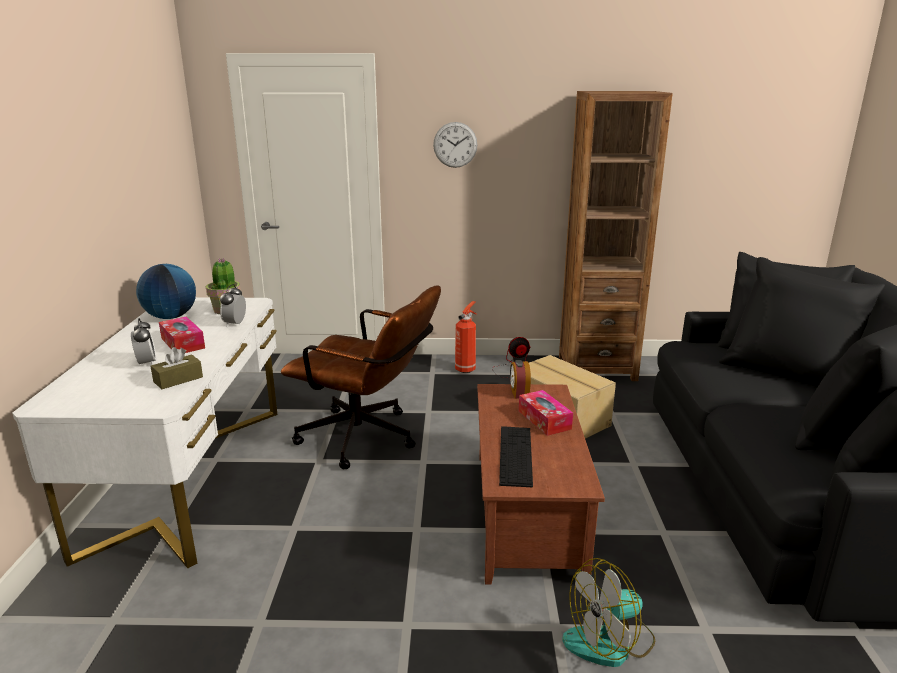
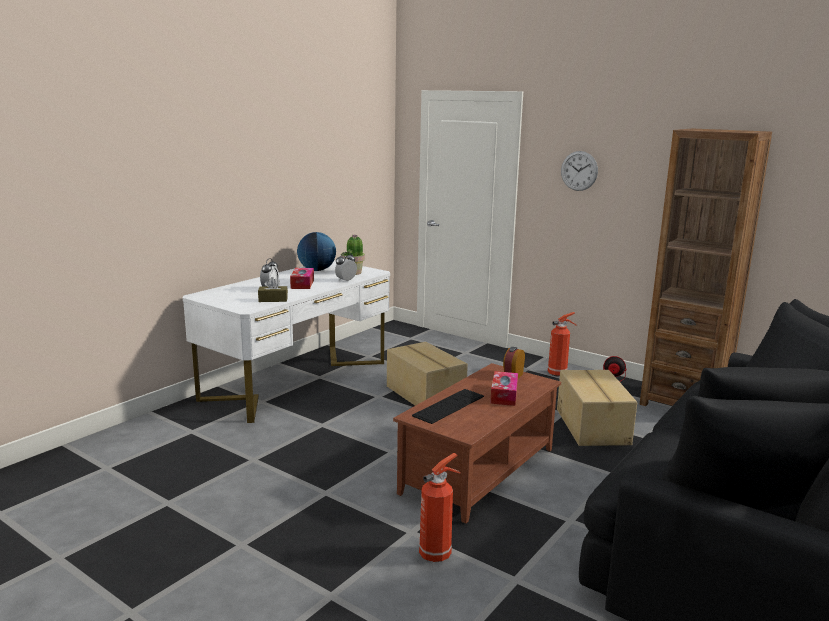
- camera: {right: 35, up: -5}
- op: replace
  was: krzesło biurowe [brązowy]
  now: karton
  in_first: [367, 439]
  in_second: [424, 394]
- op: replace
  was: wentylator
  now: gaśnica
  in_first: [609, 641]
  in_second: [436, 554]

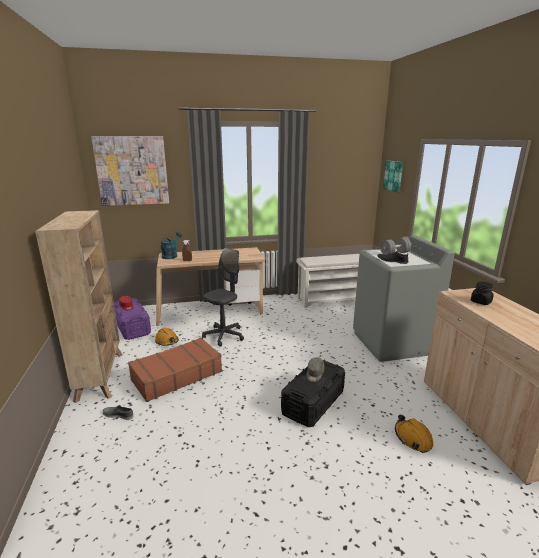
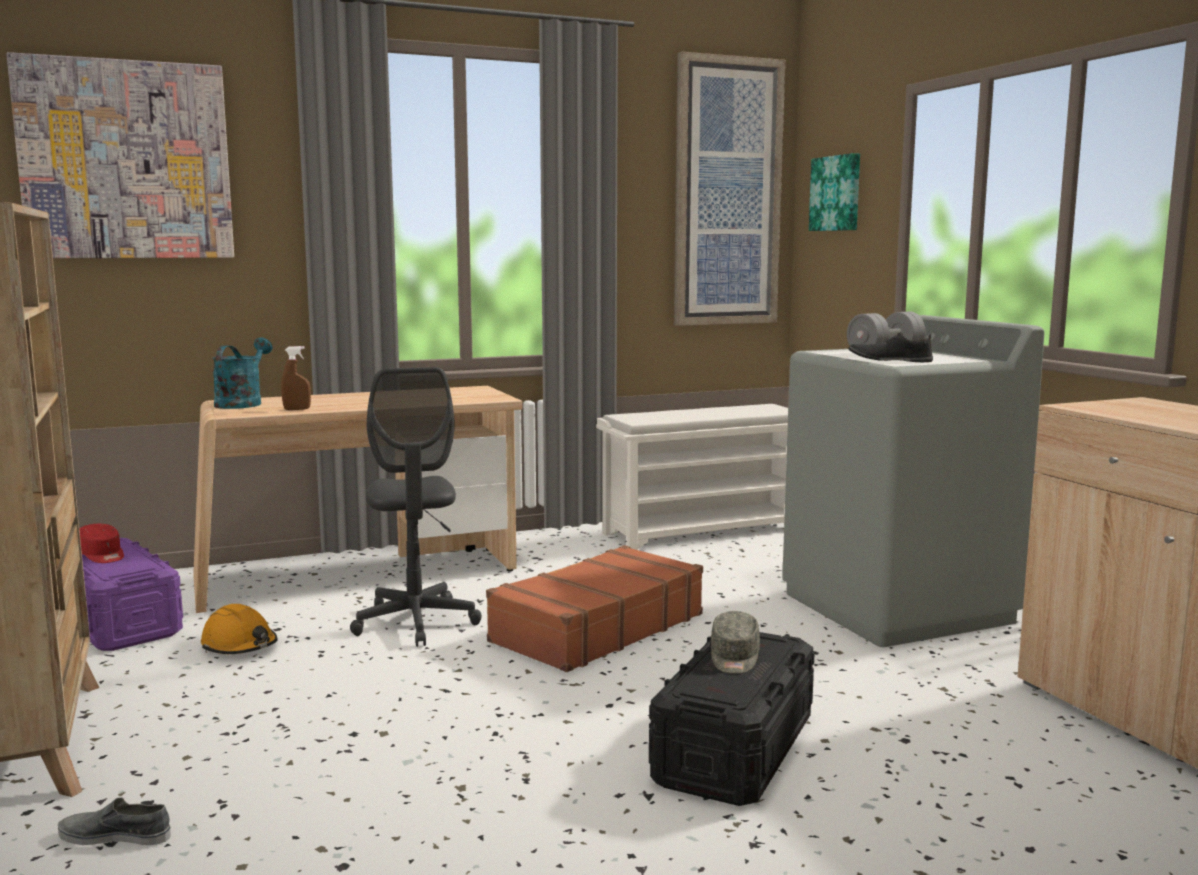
- camera: {right: -10, up: -10}
- op: delete
  was: kask [pomarańczowy]
  in_first: [413, 438]
- op: delete
  was: słoik [czarny]
  in_first: [481, 302]
- op: insert
  now: obraz
  in_second: [727, 193]
- op: move
  was: walizka [brązowy]
  in_first: [176, 375]
  in_second: [596, 628]
- op: rotate
  was: krzesło biurowe [szary]
  in_first: [224, 336]
  in_second: [416, 623]
  clockwise: 135

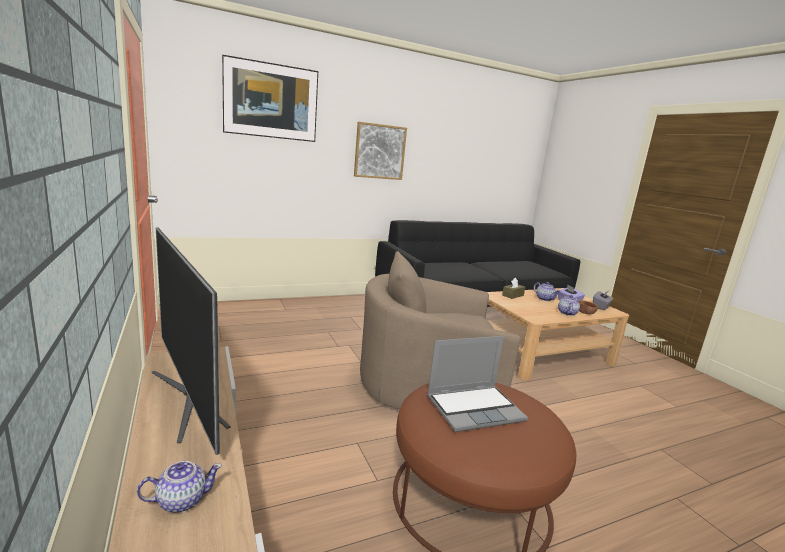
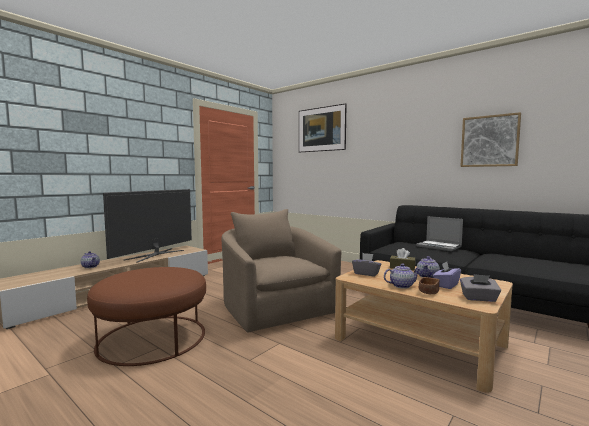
- camera: {right: 65, up: -10}
- op: insert
  now: pudełko chusteczek [szary]
  in_second: [366, 273]
- op: move
  was: obraz
  in_first: [379, 151]
  in_second: [489, 141]
- op: move
  was: laptop
  in_first: [475, 408]
  in_second: [439, 246]

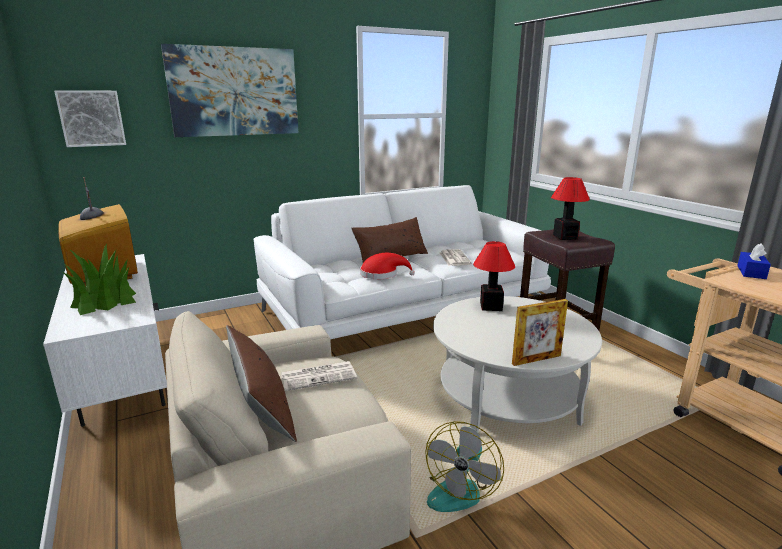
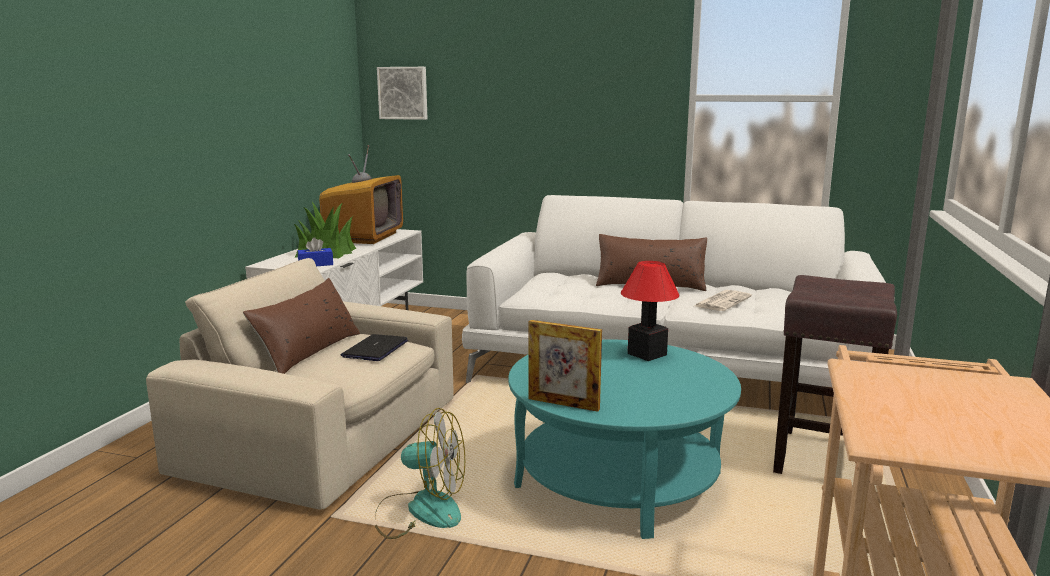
- camera: {right: 45, up: -5}
- op: delete
  was: obraz
  in_first: [234, 92]
- op: delete
  was: kapelusz [czerwony]
  in_first: [382, 274]
- op: delete
  was: lampa stołowa
  in_first: [564, 237]
- op: move
  was: pudełko chusteczek [niebieski]
  in_first: [751, 272]
  in_second: [315, 264]
- op: replace
  was: gazeta
  now: laptop
  in_first: [319, 376]
  in_second: [375, 349]
- op: recolor
  was: ława [biały]
  now: ława [turkusowy]
  in_first: [508, 396]
  in_second: [619, 479]
- op: rotate
  was: wentylator
  in_first: [458, 488]
  in_second: [420, 511]
  clockwise: -150

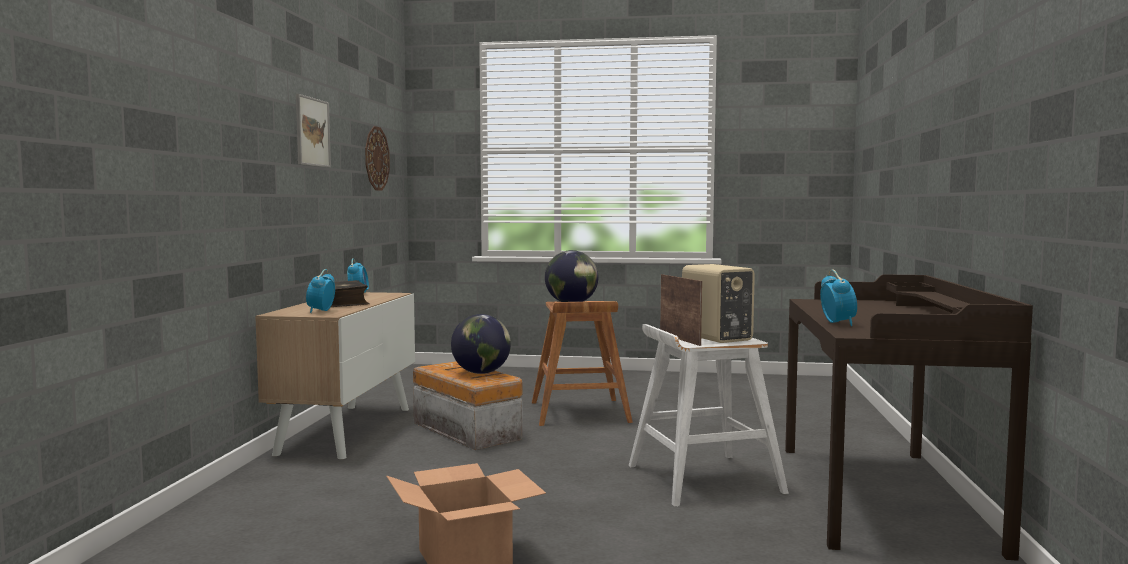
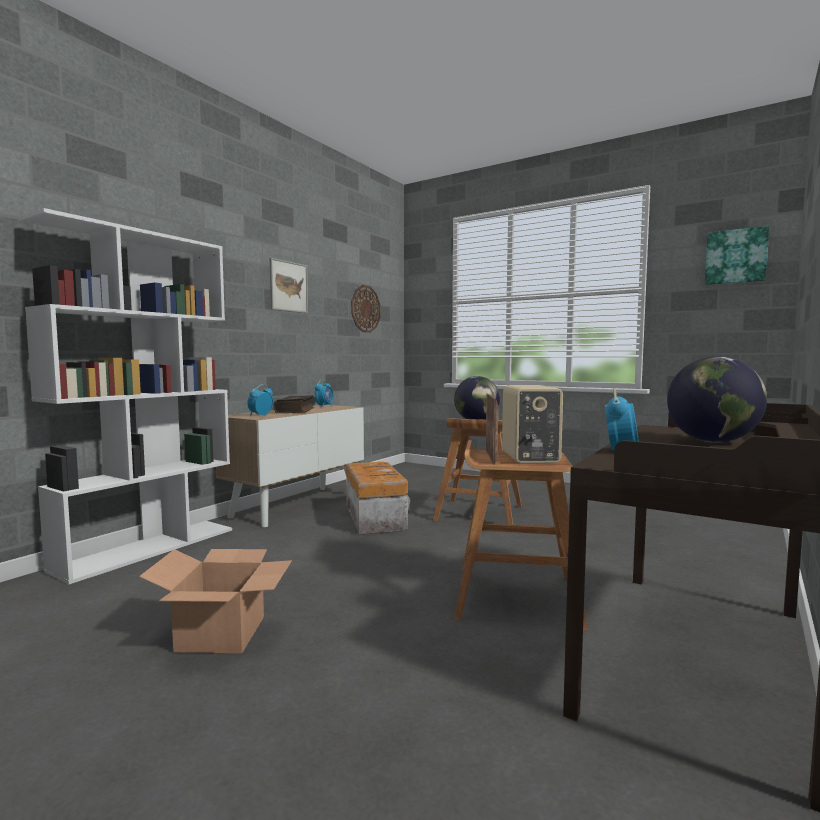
- camera: {right: 25, up: 0}
- op: insert
  now: regał [biały]
  in_second: [148, 548]
- op: insert
  now: obraz
  in_second: [736, 256]
- op: move
  was: globus
  in_first: [481, 373]
  in_second: [713, 442]
- op: recolor
  was: stołek [biały]
  now: stołek [brązowy]
  in_first: [702, 479]
  in_second: [514, 595]

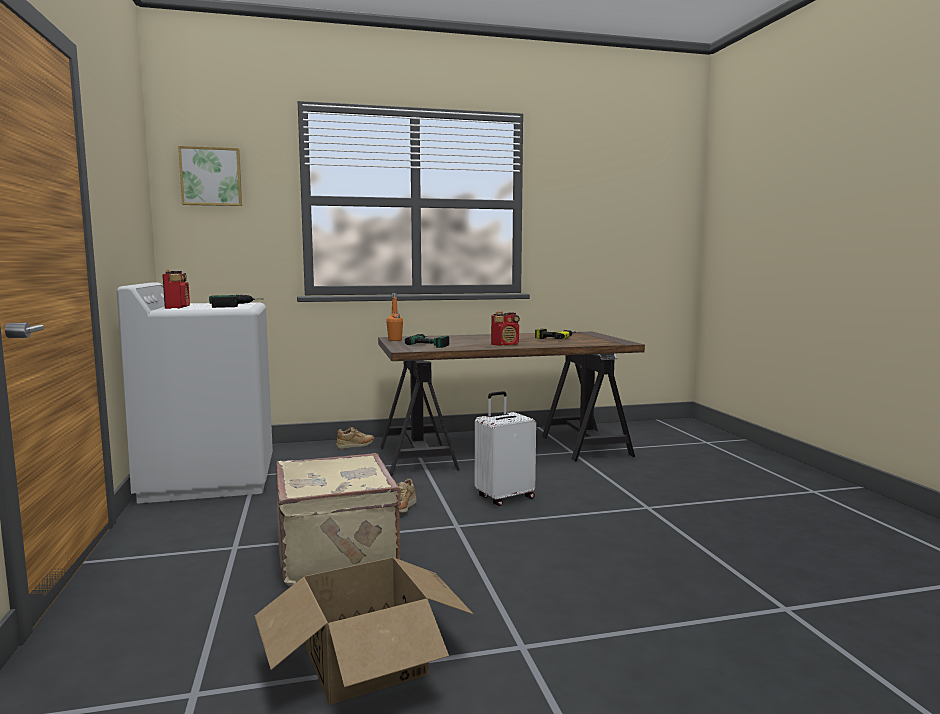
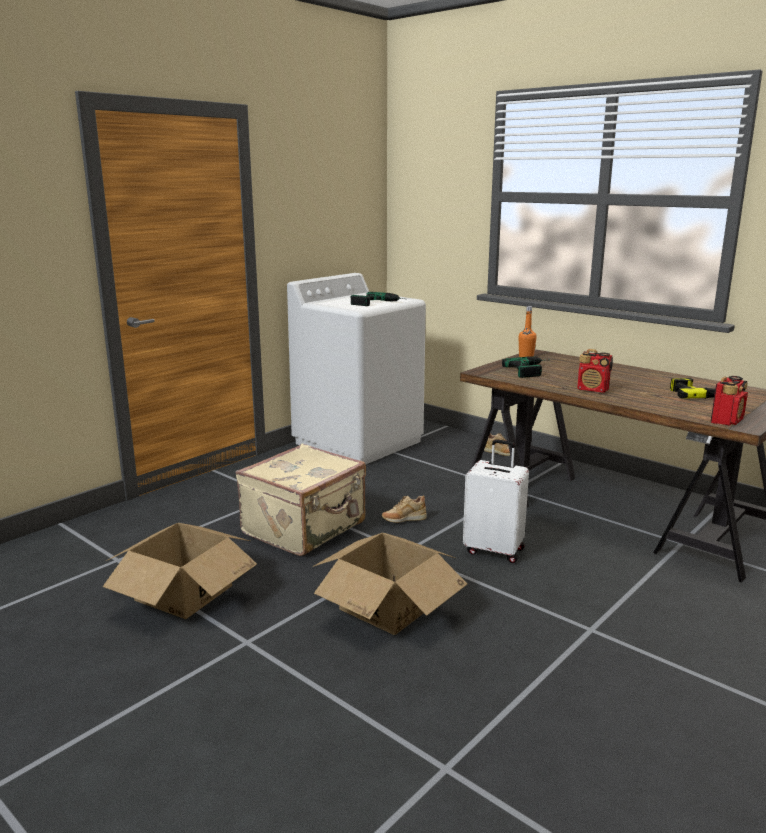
- camera: {right: 55, up: 10}
- op: delete
  was: obraz
  in_first: [211, 177]
- op: insert
  now: karton
  in_second: [388, 606]
- op: move
  was: radio
  in_first: [177, 307]
  in_second: [727, 421]

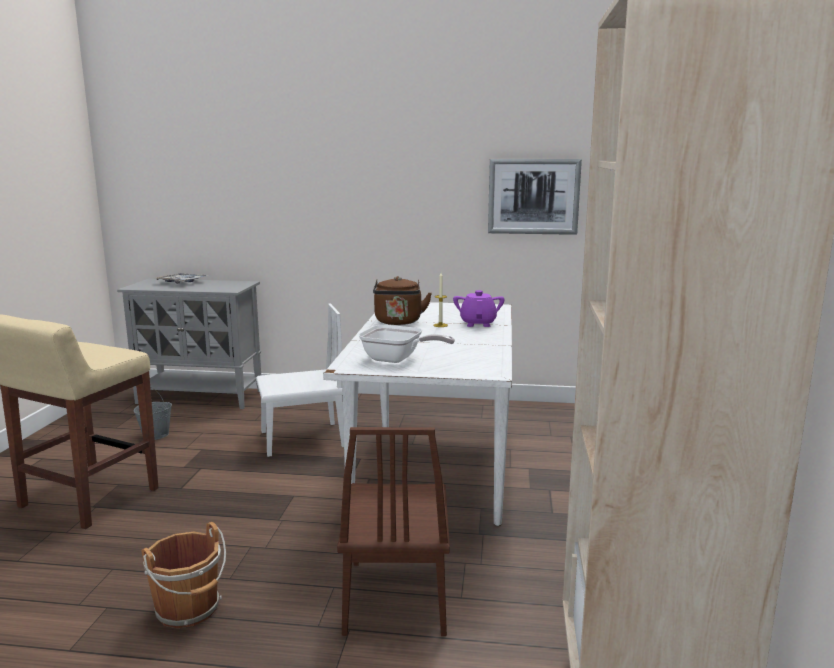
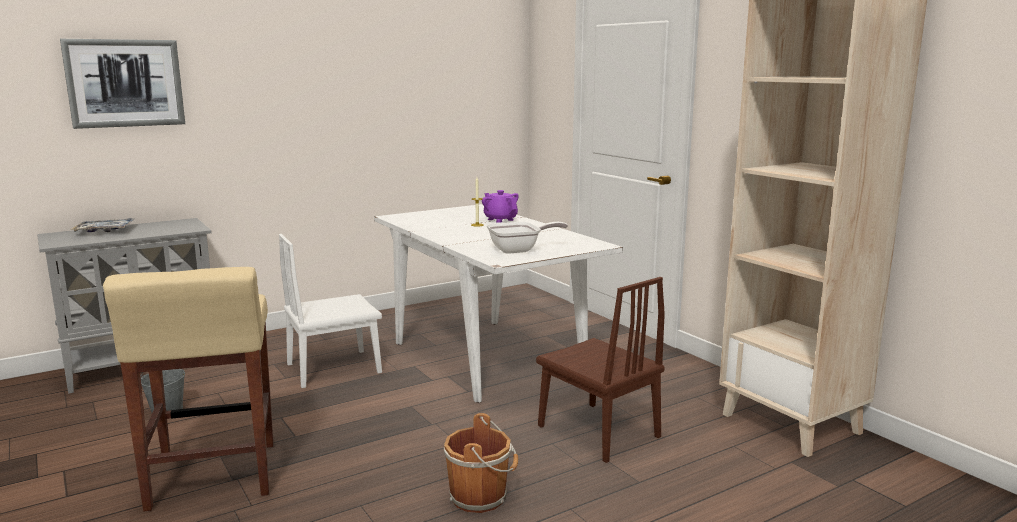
- camera: {right: -40, up: 0}
- op: delete
  was: czajnik [brązowy]
  in_first: [398, 322]
- op: move
  was: obraz
  in_first: [533, 196]
  in_second: [125, 83]
- op: rotate
  was: krzesło [biały]
  in_first: [302, 439]
  in_second: [334, 368]
  clockwise: -150

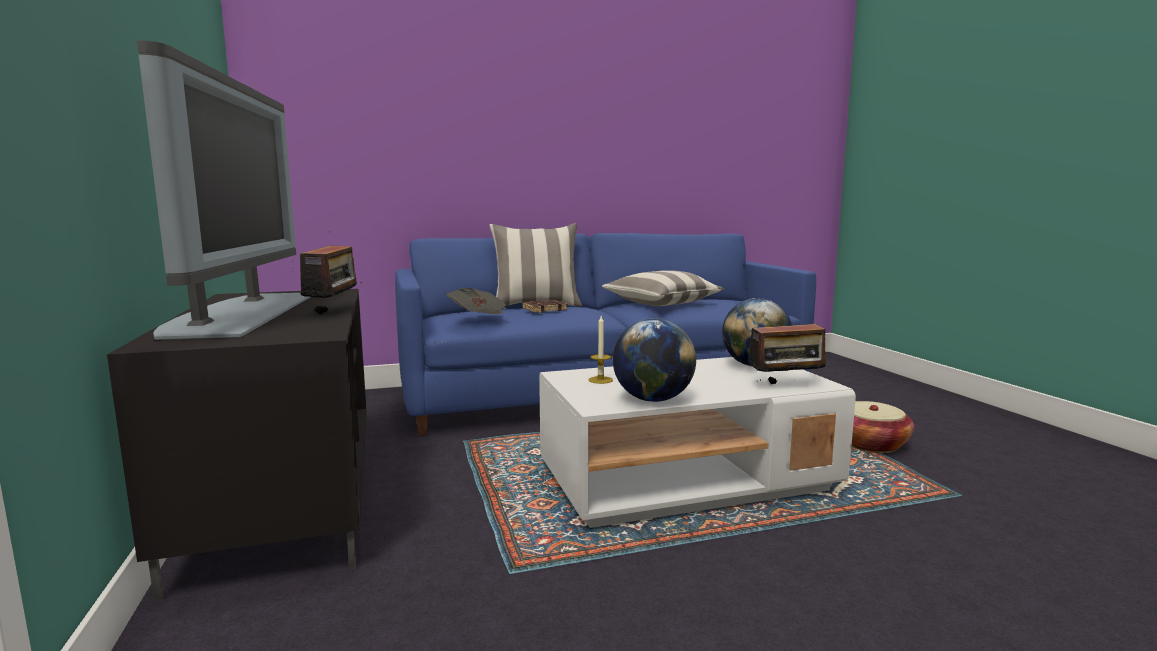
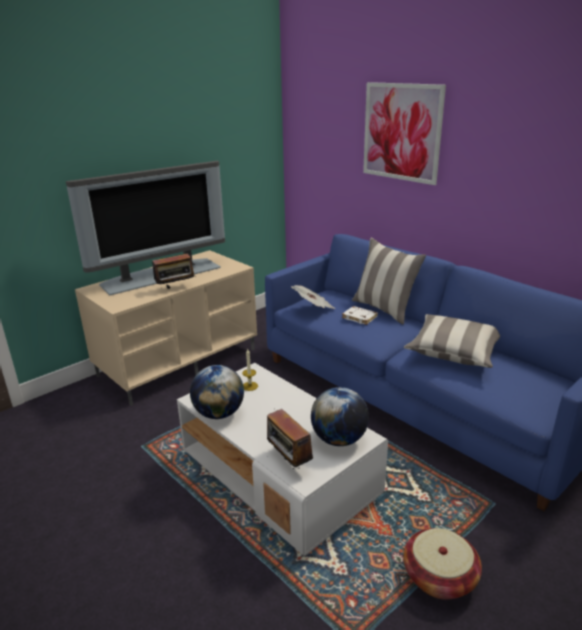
- camera: {right: 65, up: 15}
- op: insert
  now: obraz
  in_second: [401, 132]
- op: recolor
  was: szafka pod telewizor [czarny]
  now: szafka pod telewizor [beżowy]
  in_first: [283, 500]
  in_second: [178, 361]
- op: recolor
  was: książka [brązowy]
  now: książka [biały]
  in_first: [544, 309]
  in_second: [360, 317]

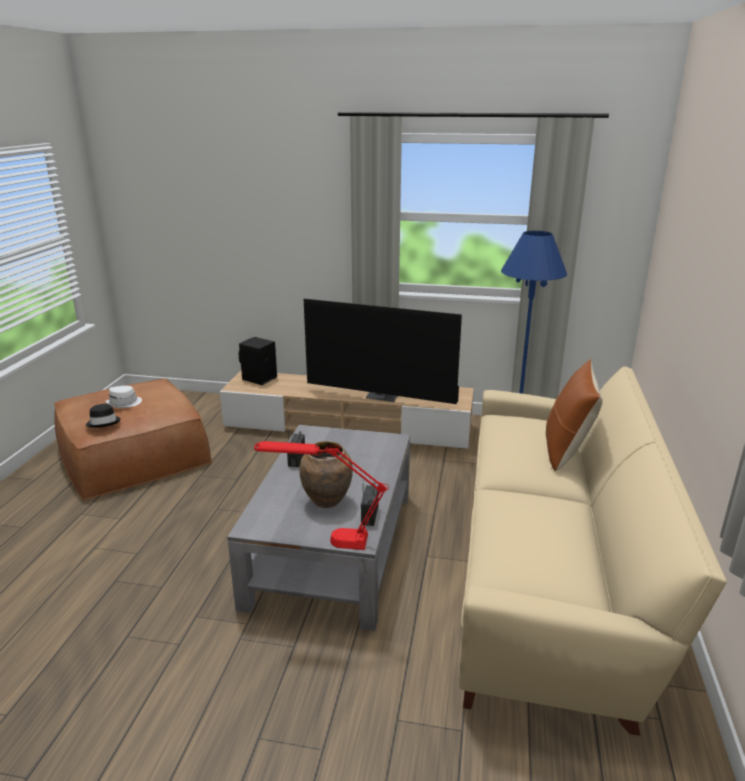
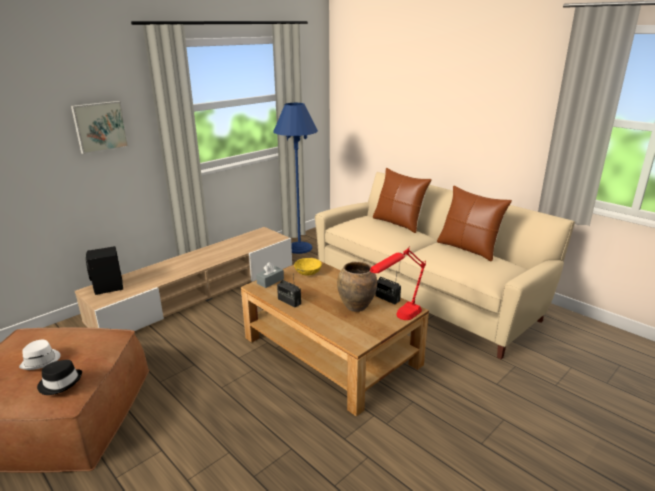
- camera: {right: -55, up: 0}
- op: delete
  was: telewizor
  in_first: [383, 396]
- op: insert
  now: obraz
  in_second: [99, 126]
- op: insert
  now: pudełko chusteczek [szary]
  in_second: [270, 281]
- op: insert
  now: miska [żółty]
  in_second: [307, 272]
- op: insert
  now: poduszka [brązowy]
  in_second: [468, 249]
- op: recolor
  was: ława [szary]
  now: ława [brązowy]
  in_first: [332, 547]
  in_second: [331, 351]

